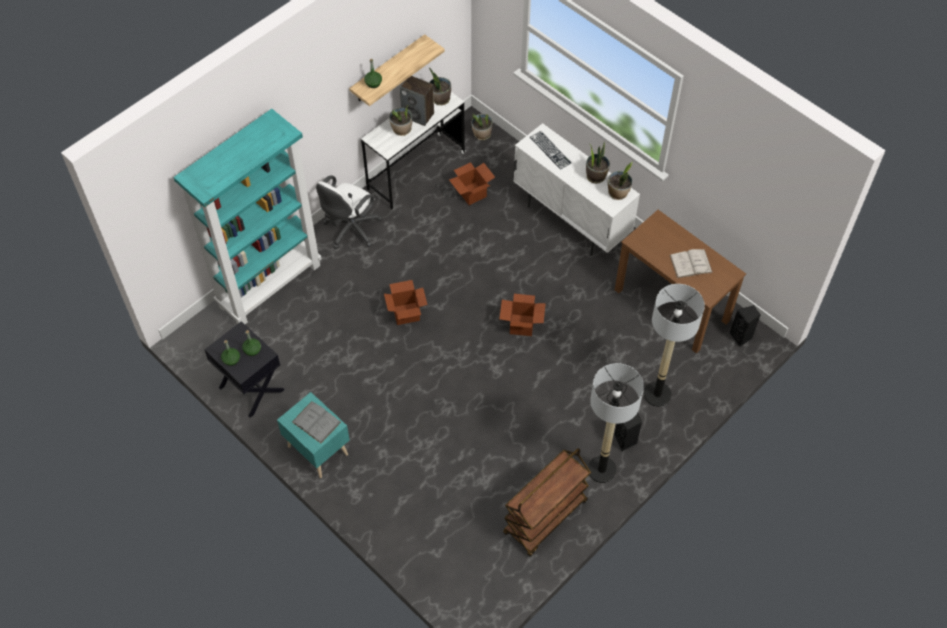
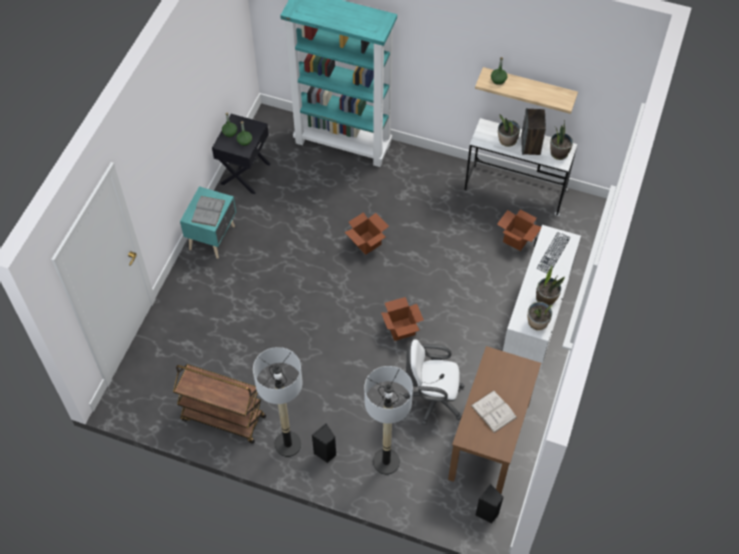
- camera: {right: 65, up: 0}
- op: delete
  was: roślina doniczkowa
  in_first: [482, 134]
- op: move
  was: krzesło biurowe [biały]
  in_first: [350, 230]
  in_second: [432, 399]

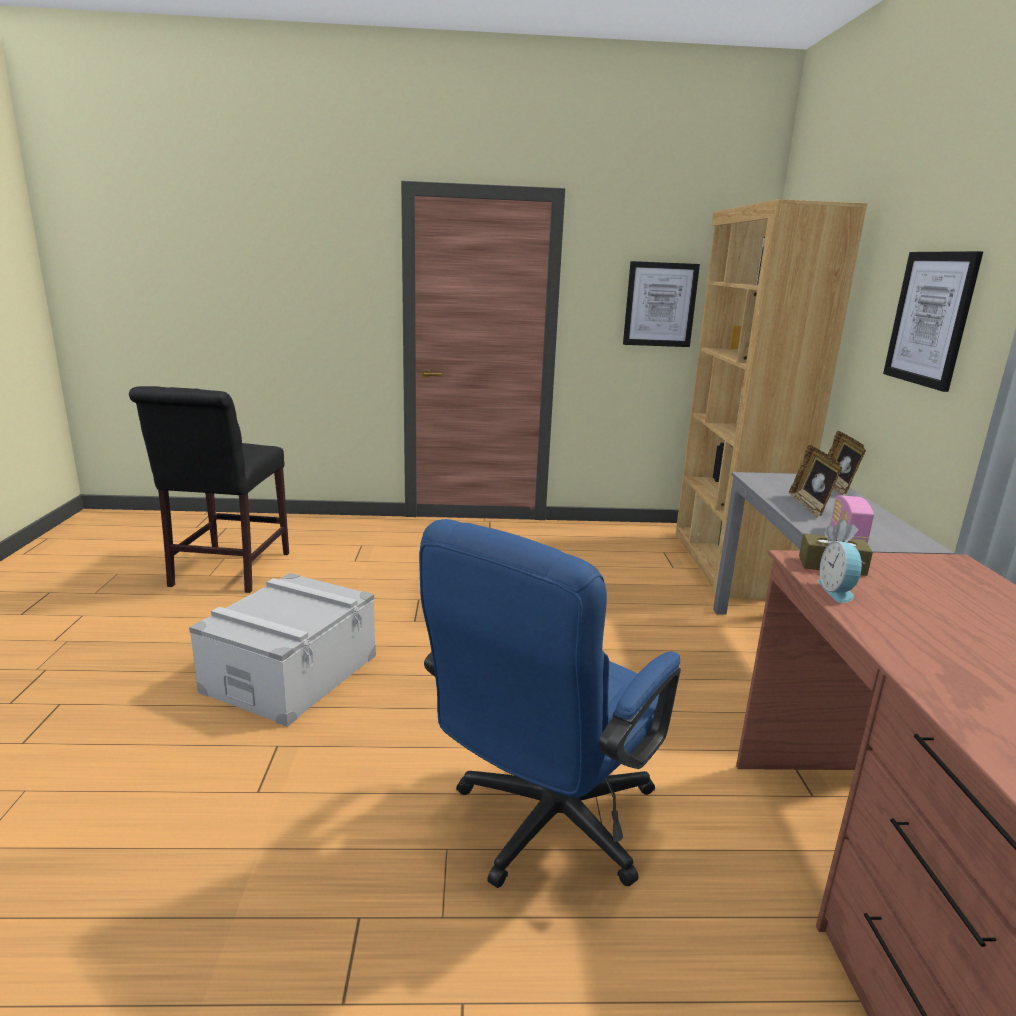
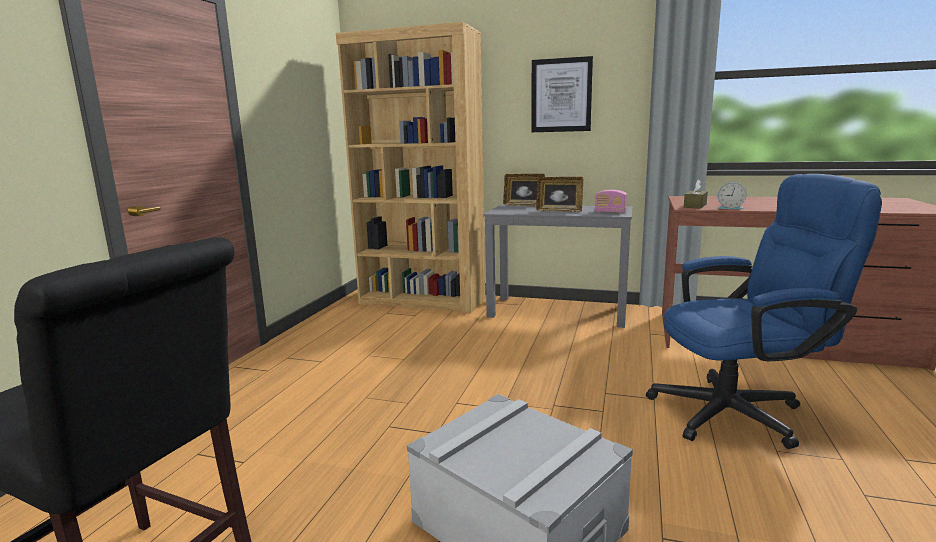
- camera: {right: -70, up: -5}
- op: delete
  was: obraz
  in_first: [660, 304]
- op: rotate
  was: krzesło biurowe [niebieski]
  in_first: [544, 827]
  in_second: [741, 412]
  clockwise: -60

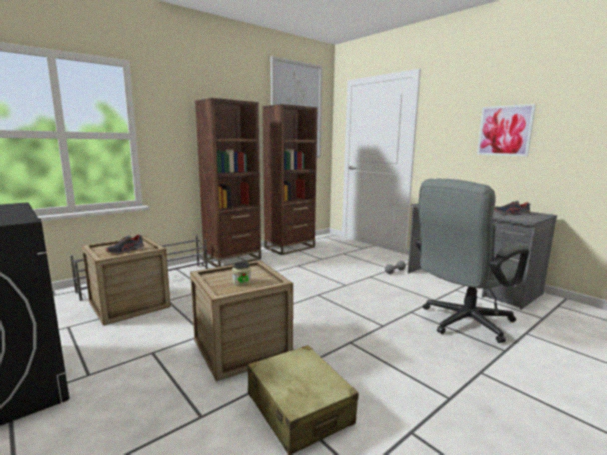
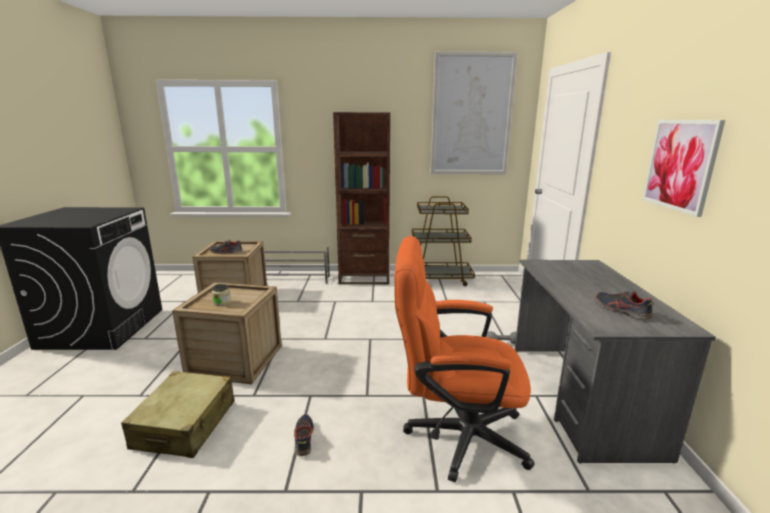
- camera: {right: 40, up: 5}
- op: insert
  now: but
  in_second: [303, 438]
- op: replace
  was: regał [brązowy]
  now: wózek [brązowy]
  in_first: [290, 247]
  in_second: [438, 279]
- op: recolor
  was: krzesło biurowe [szary]
  now: krzesło biurowe [pomarańczowy]
  in_first: [461, 323]
  in_second: [454, 435]

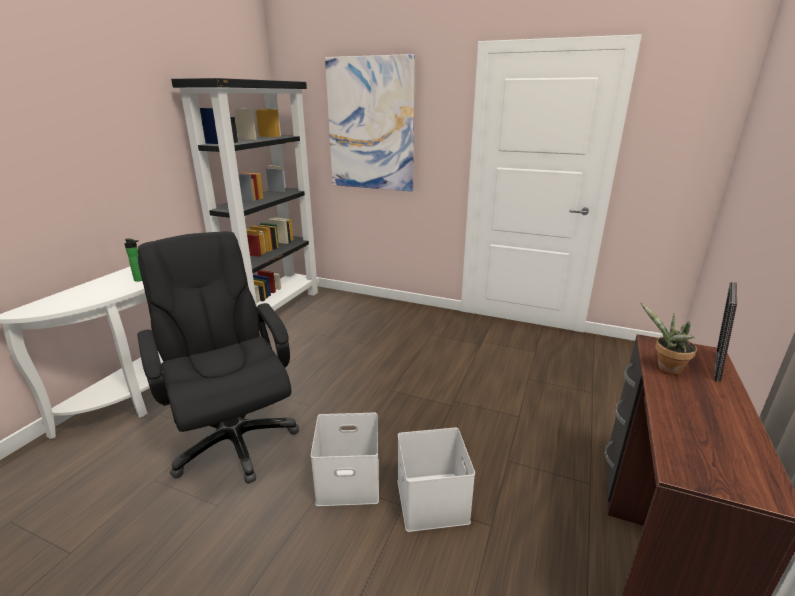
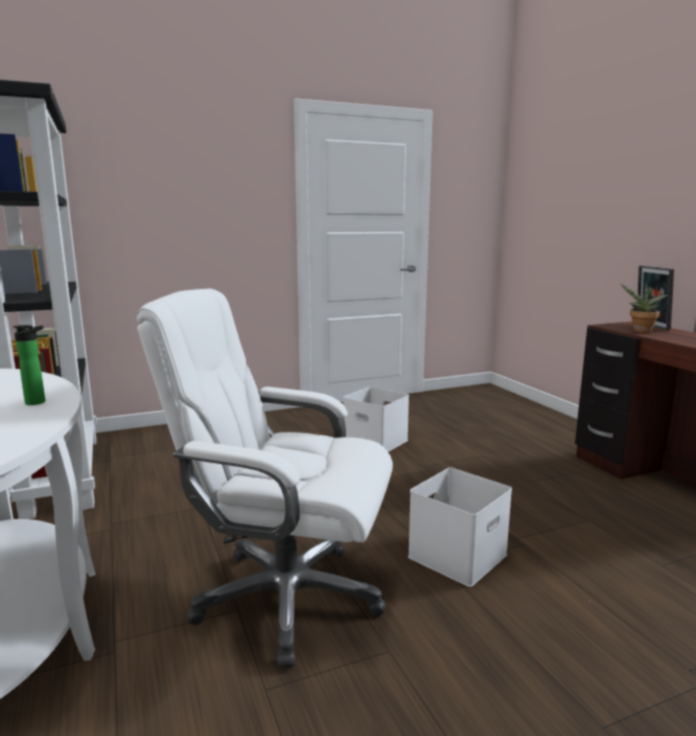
- camera: {right: -45, up: -10}
- op: delete
  was: obraz
  in_first: [371, 125]
- op: move
  was: pojemnik do przechowywania [biały]
  in_first: [434, 501]
  in_second: [377, 441]
- op: recolor
  was: krzesło biurowe [czarny]
  now: krzesło biurowe [biały]
  in_first: [234, 440]
  in_second: [285, 598]

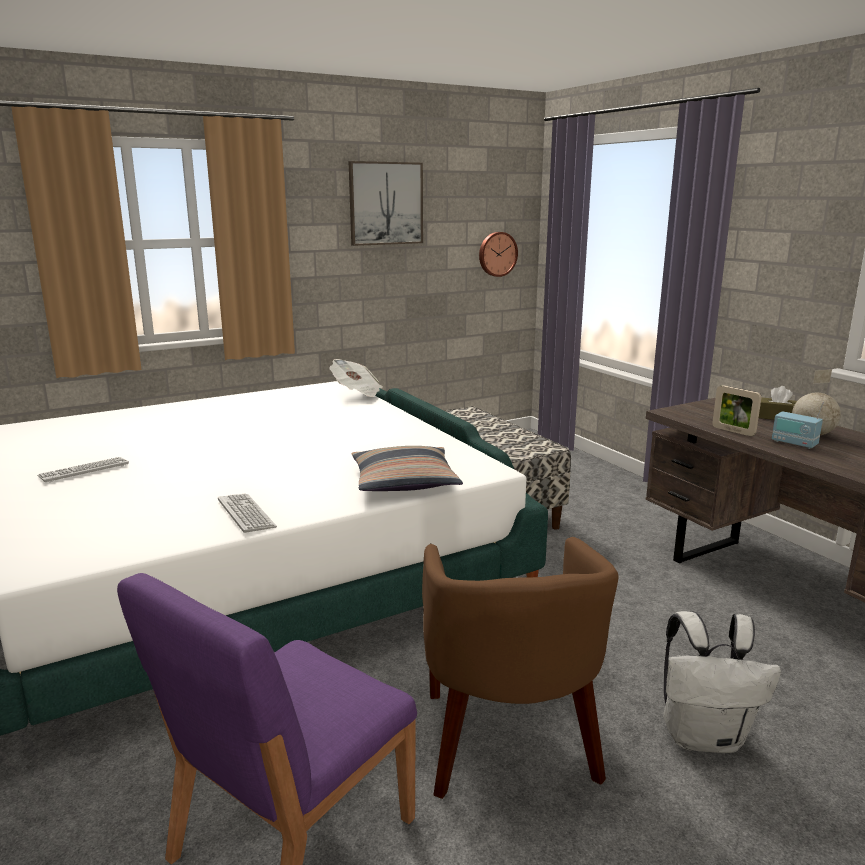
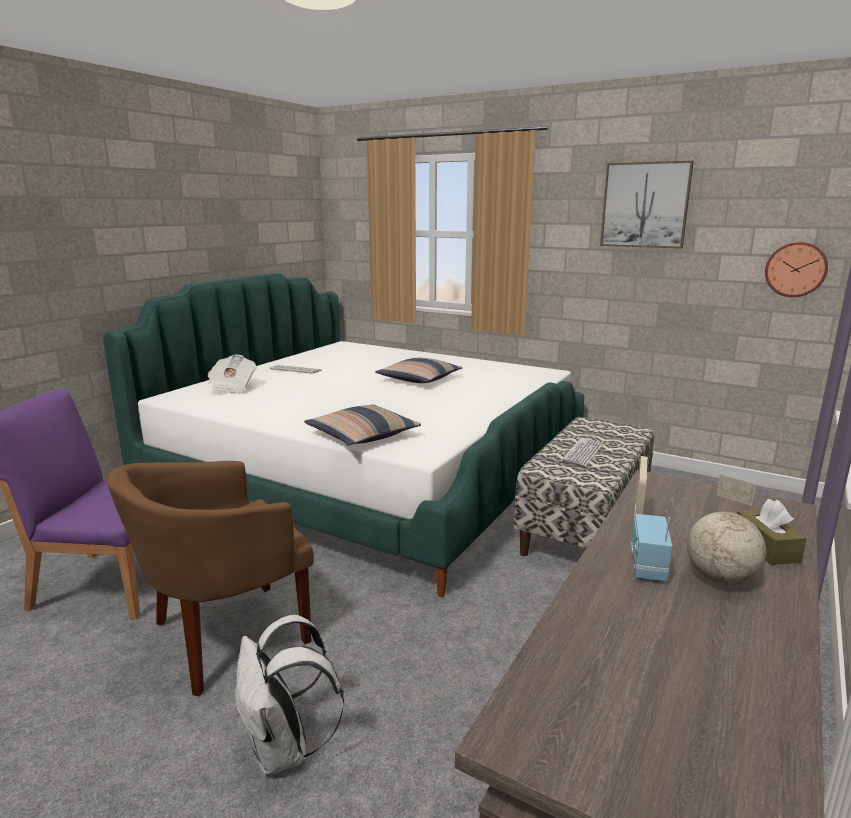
- camera: {right: 60, up: 0}
- op: insert
  now: poduszka
  in_second: [419, 379]
- op: move
  was: klawiatura
  in_first: [246, 514]
  in_second: [583, 453]
- op: move
  was: gazeta
  in_first: [357, 391]
  in_second: [231, 388]

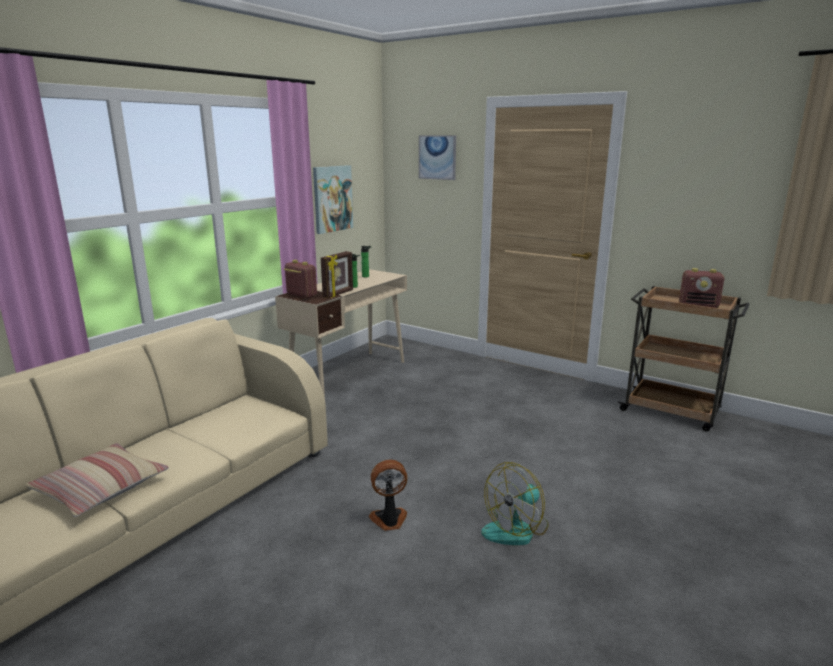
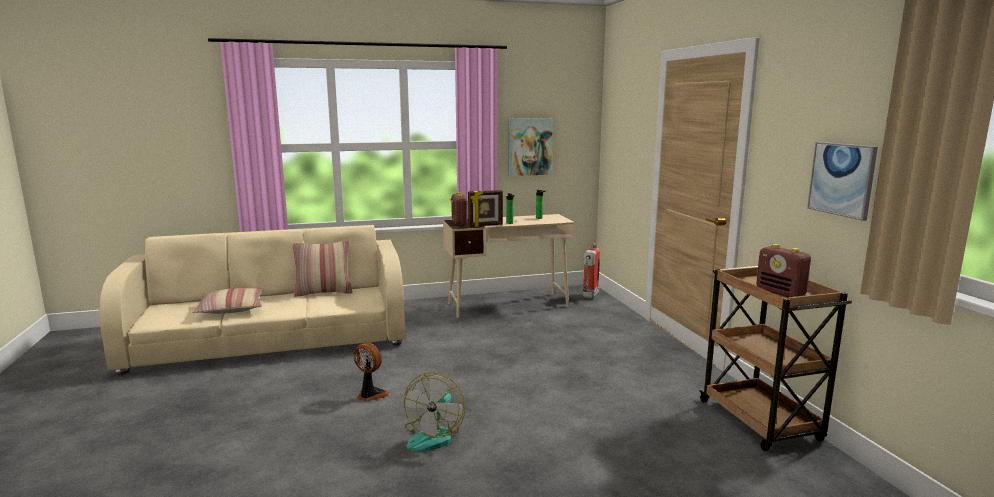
- camera: {right: 40, up: -5}
- op: insert
  now: poduszka
  in_second: [323, 292]
- op: insert
  now: gaśnica
  in_second: [589, 296]
- op: move
  was: obraz
  in_first: [437, 157]
  in_second: [842, 179]
- op: rotate
  was: wentylator
  in_first: [516, 529]
  in_second: [434, 435]
  clockwise: -75

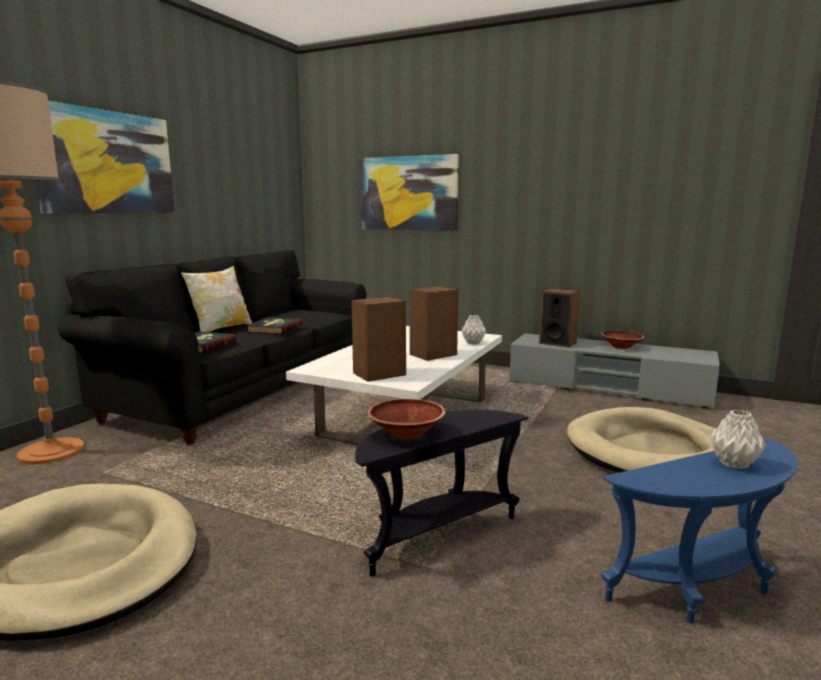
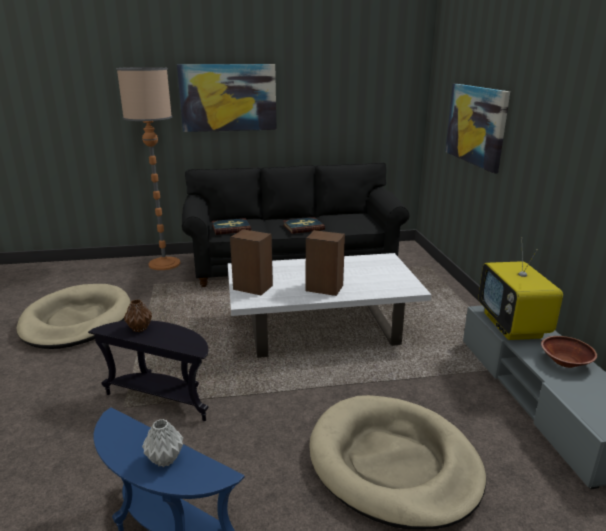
- camera: {right: 55, up: 10}
- op: delete
  was: poduszka
  in_first: [220, 329]
- op: delete
  was: wazon [szary]
  in_first: [473, 343]
- op: replace
  was: miska [brązowy]
  now: wazon [brązowy]
  in_first: [406, 433]
  in_second: [139, 329]
- op: replace
  was: głośnik
  now: telewizor
  in_first: [557, 343]
  in_second: [513, 326]

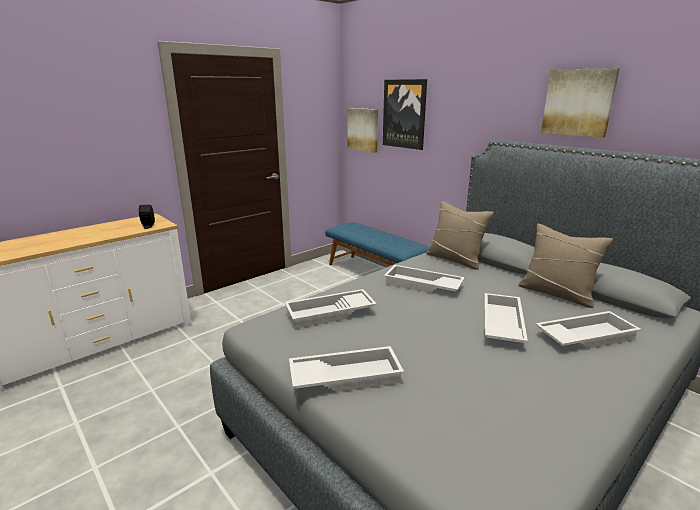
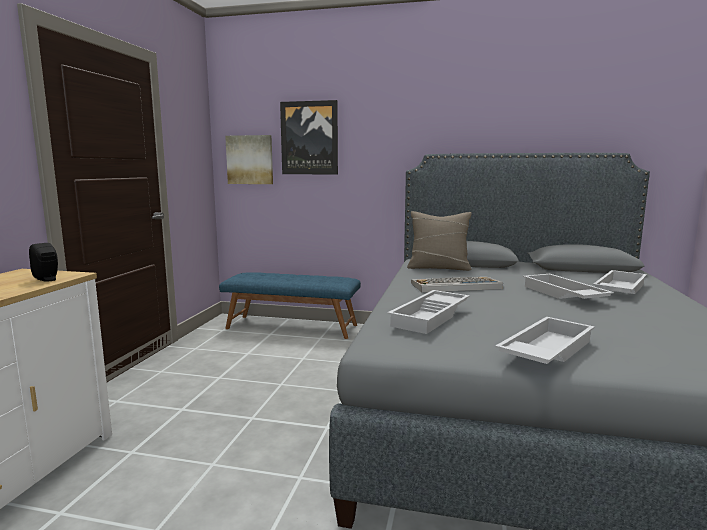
- camera: {right: -35, up: -10}
- op: delete
  was: poduszka [beżowy]
  in_first: [556, 293]
- op: delete
  was: obraz
  in_first: [578, 102]
- op: replace
  was: taca [biały]
  now: klawiatura
  in_first: [422, 285]
  in_second: [455, 286]

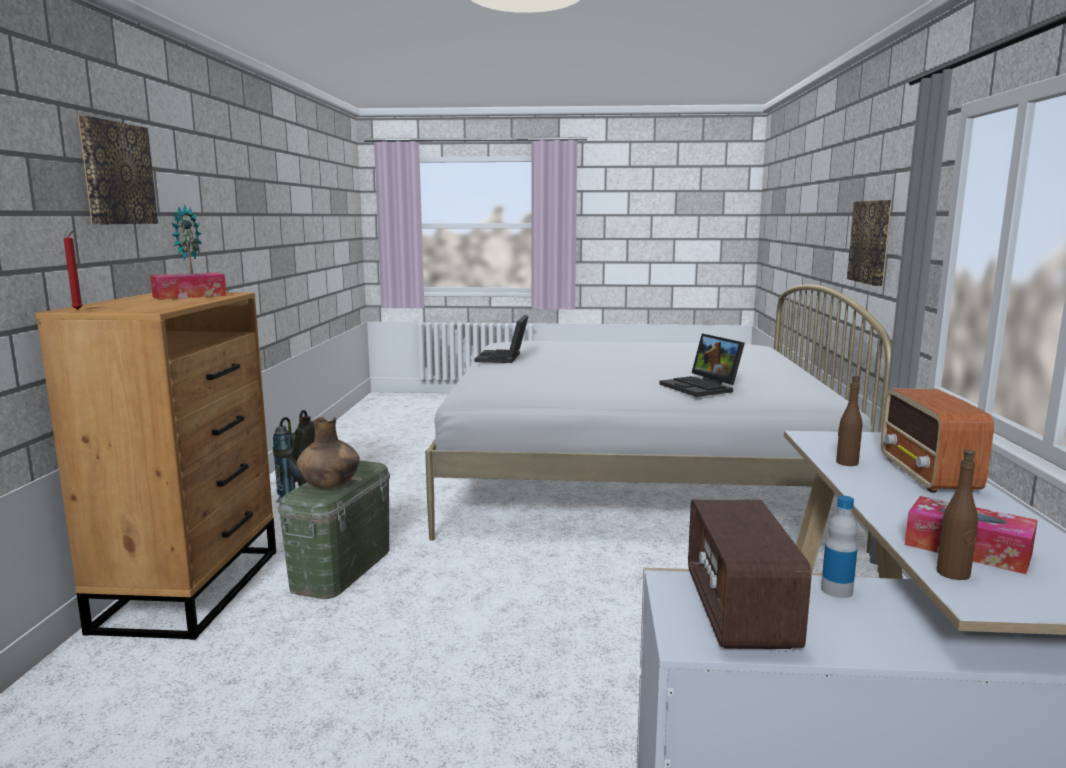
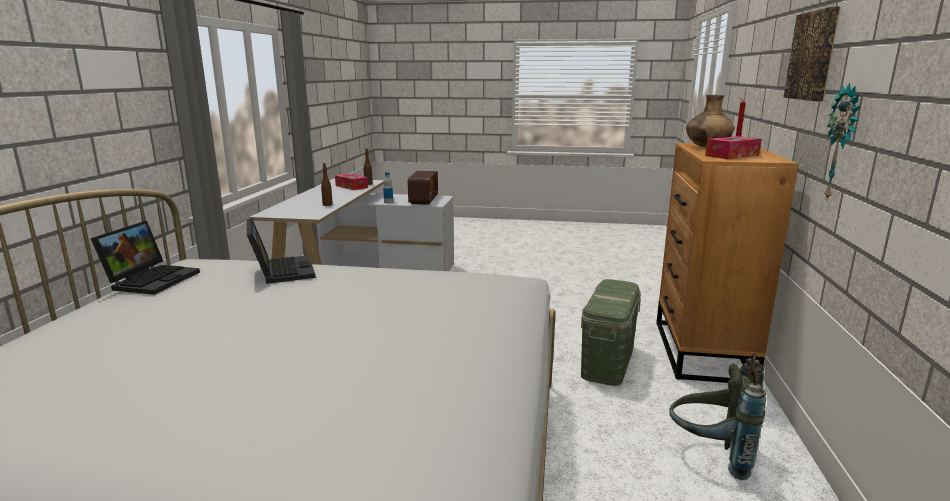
- camera: {right: -175, up: 5}
- op: delete
  was: obraz
  in_first: [871, 242]
- op: delete
  was: radio
  in_first: [928, 475]
- op: move
  was: wazon [brązowy]
  in_first: [330, 486]
  in_second: [707, 147]
- op: move
  was: laptop
  in_first: [503, 358]
  in_second: [152, 279]

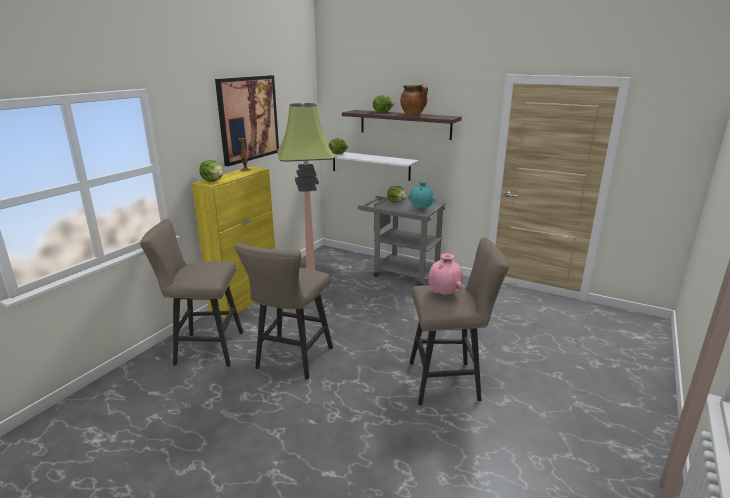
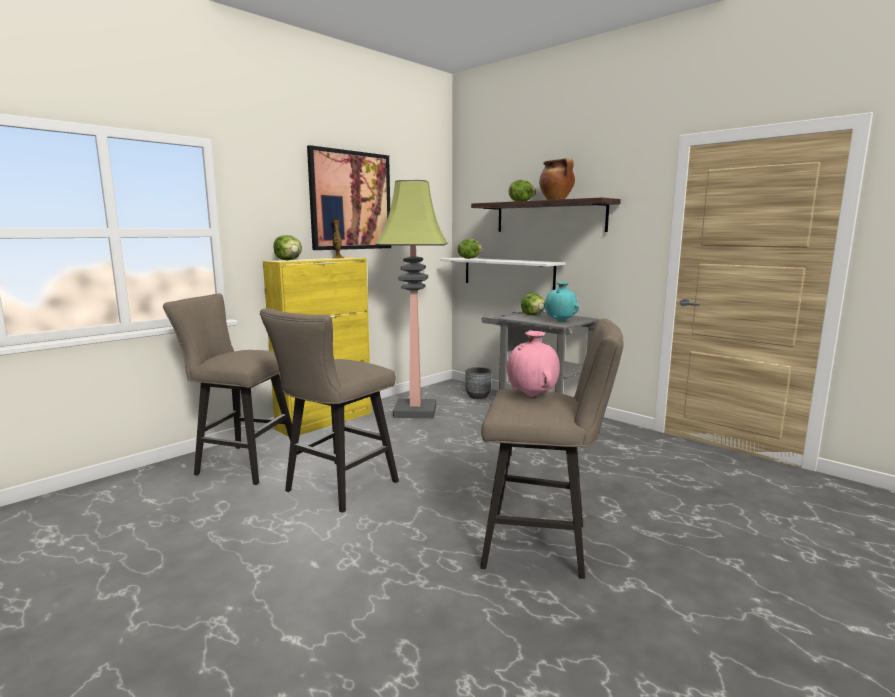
- camera: {right: 15, up: -10}
- op: insert
  now: donica [szary]
  in_second: [478, 396]

